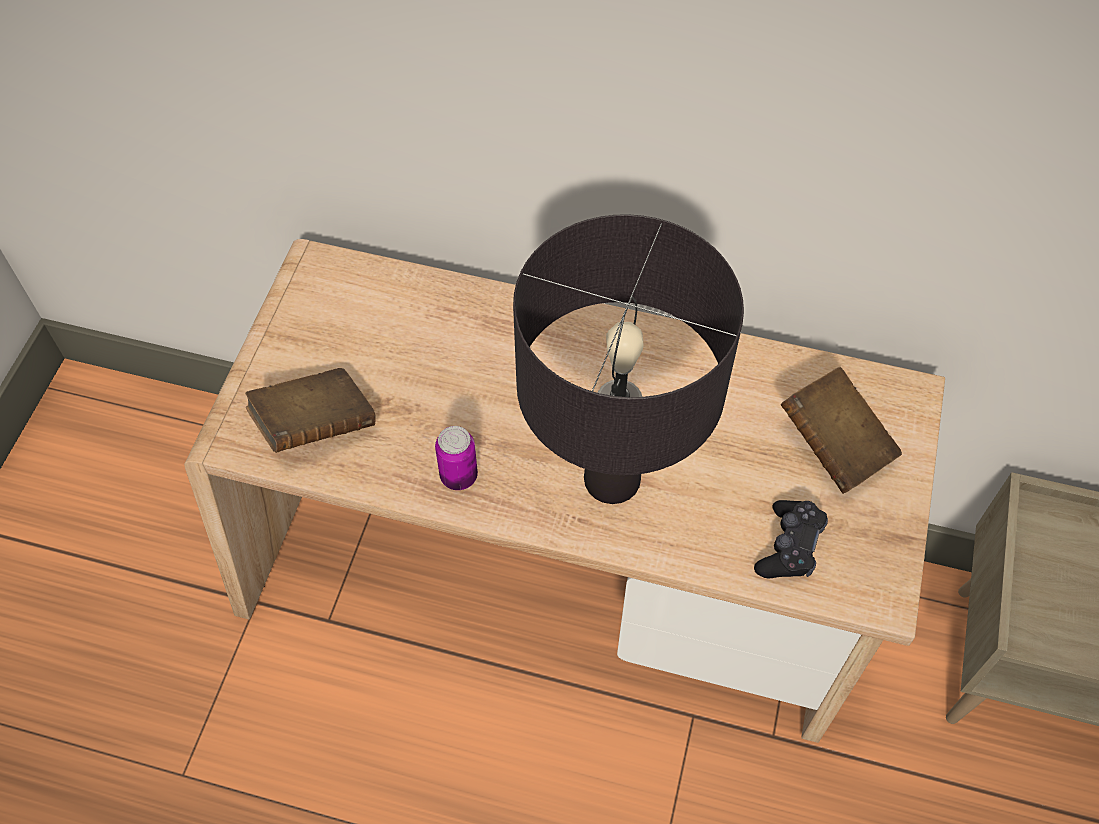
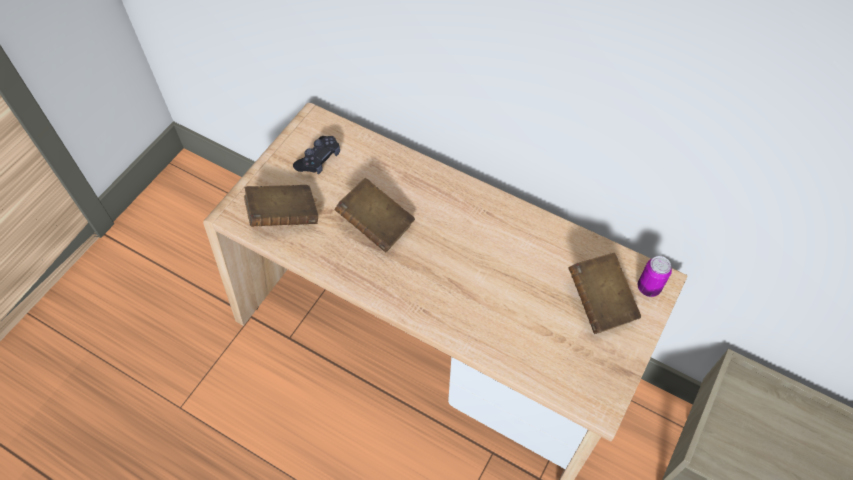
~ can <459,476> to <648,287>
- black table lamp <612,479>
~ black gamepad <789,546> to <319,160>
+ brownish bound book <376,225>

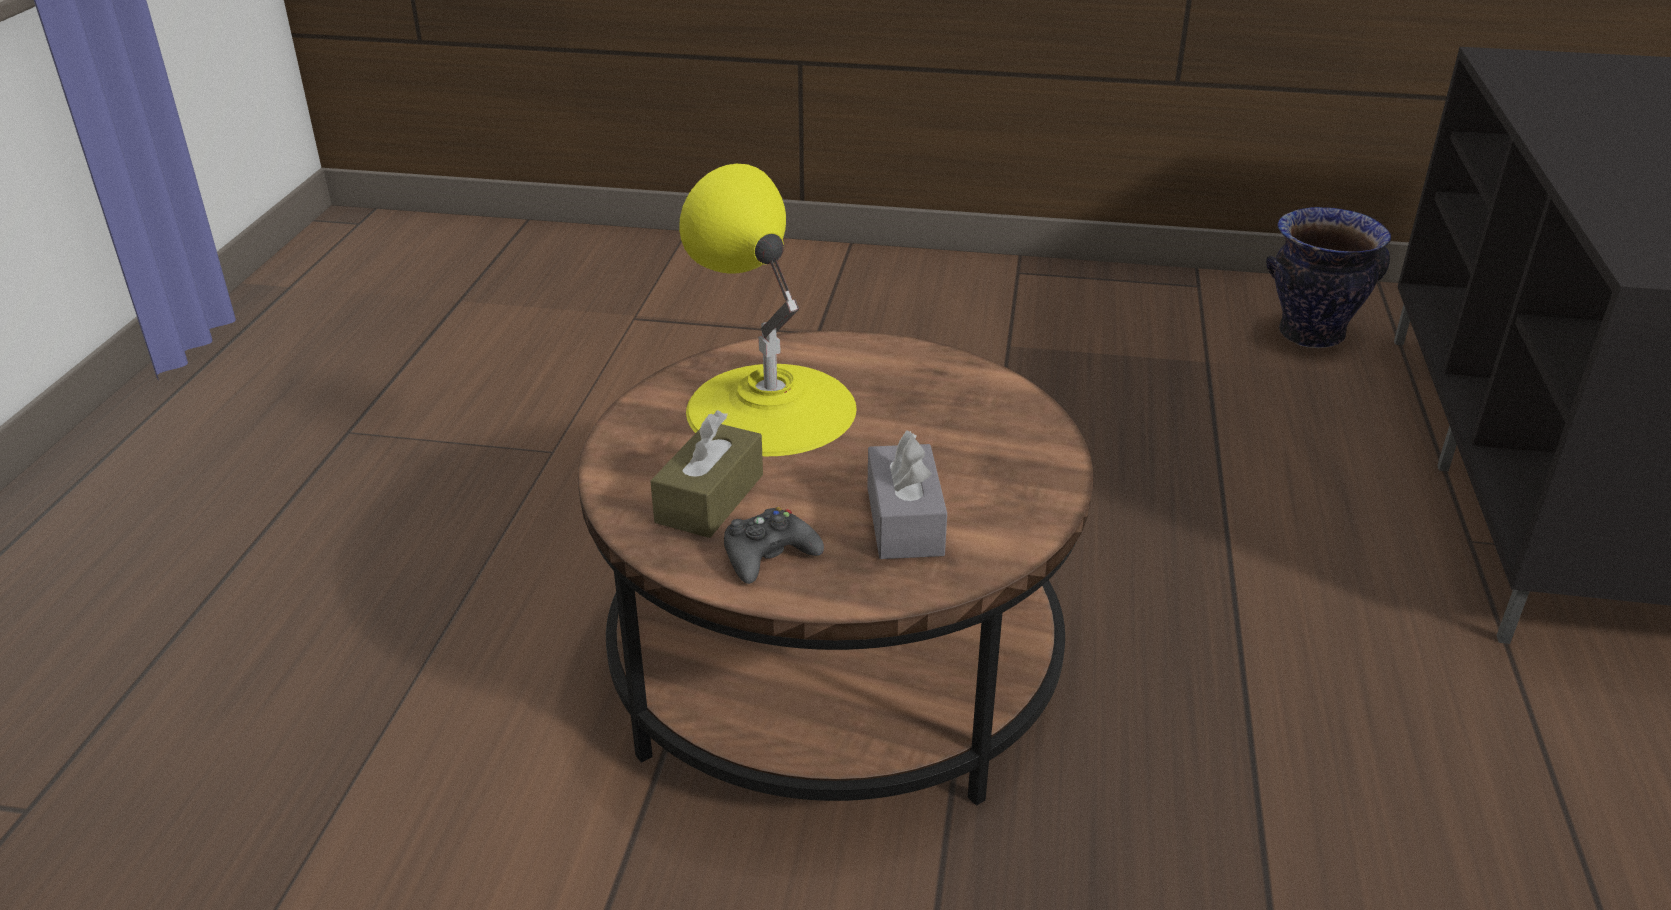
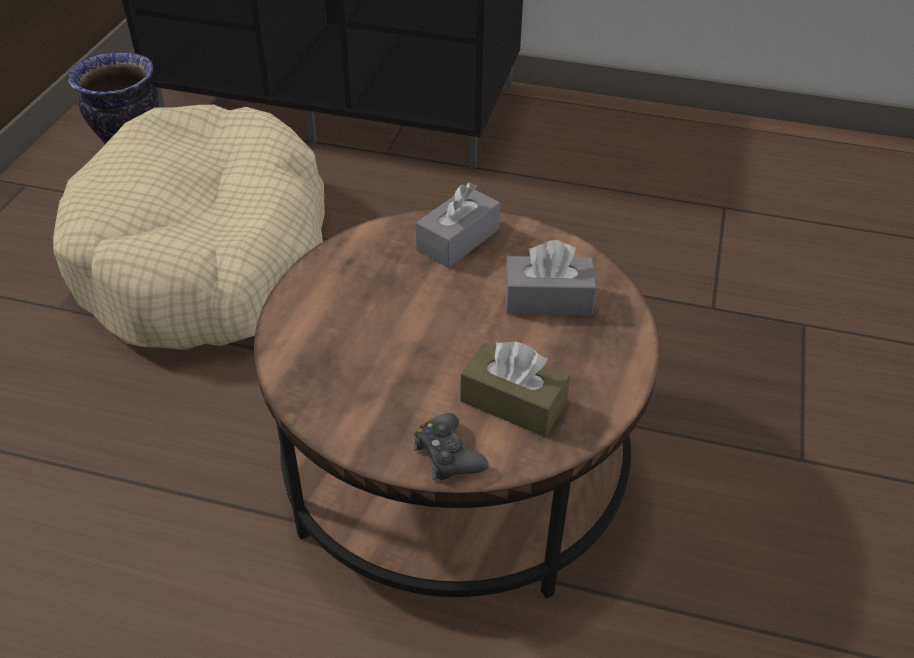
- yellow table lamp <770,408>
~ black gamepad <768,555> to <447,455>
+ beige dog bed <205,256>
+ grey box of tissues <458,240>

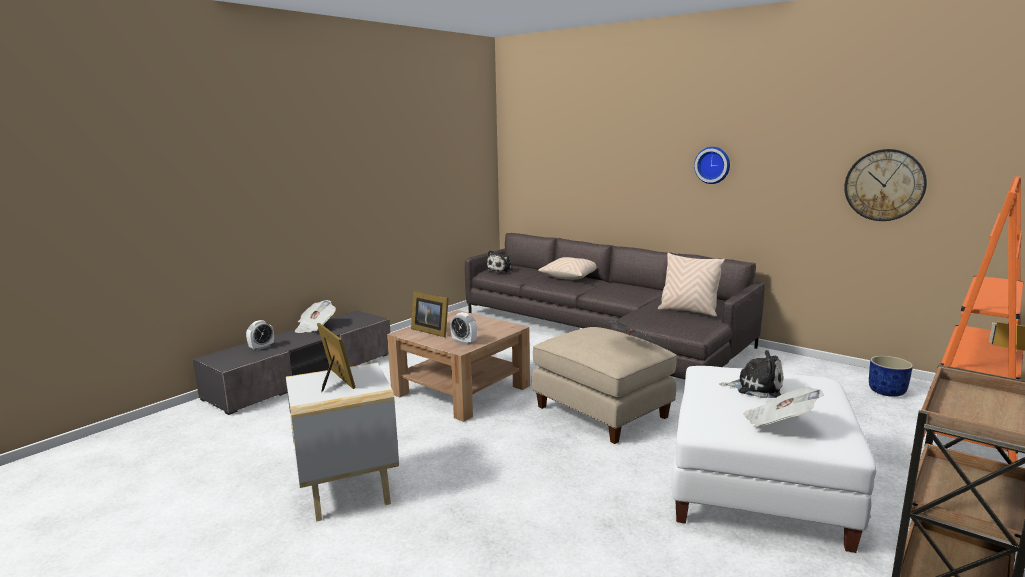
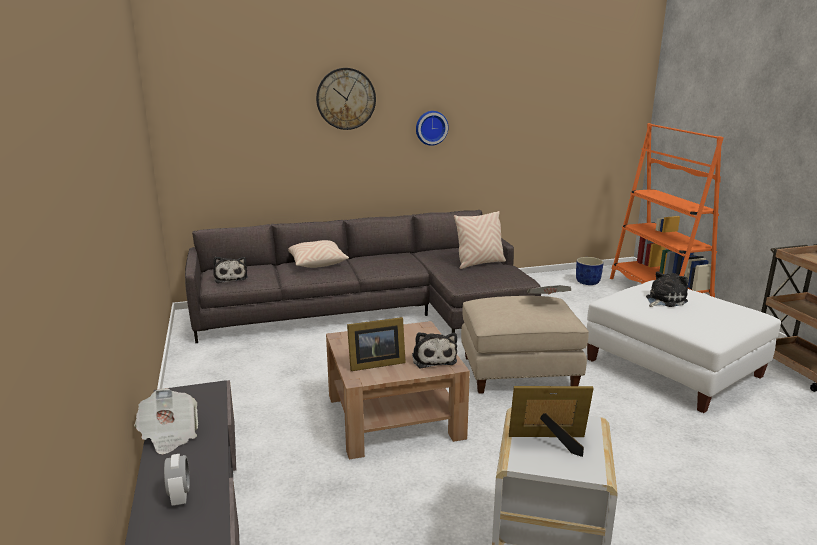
~ table clock <464,342> to soft toy <433,358>
- daily paper <779,423>
~ hanging clock <884,185> to <346,99>

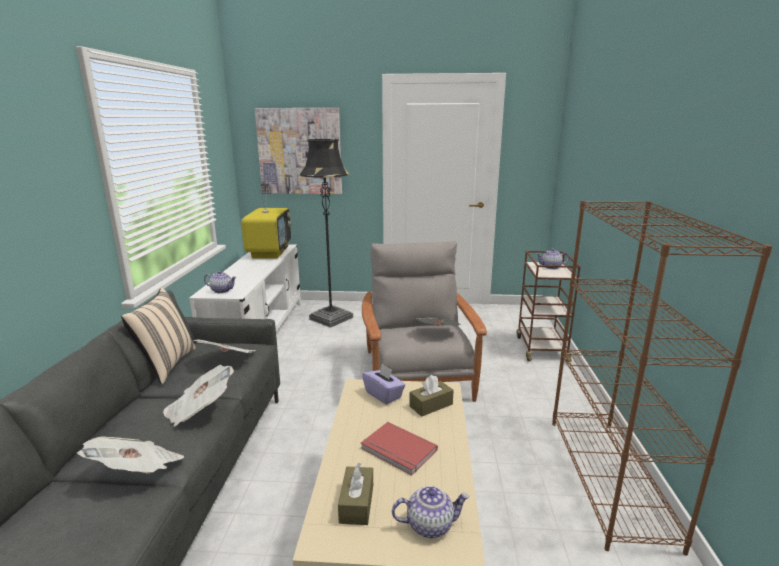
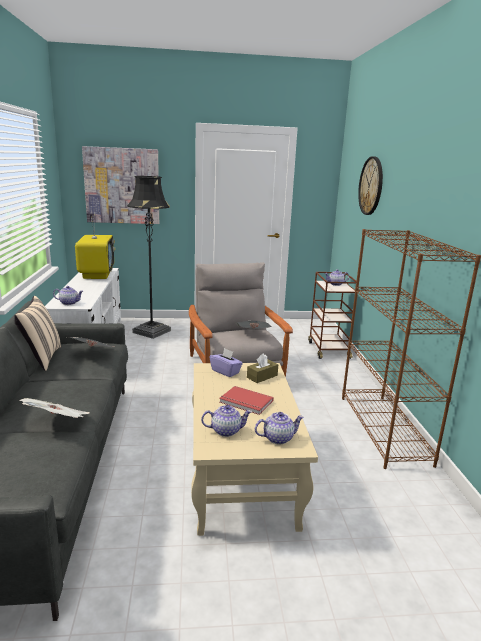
- daily paper <200,410>
~ brownish box of tissues <356,503> to pot for tea <226,430>
+ hanging clock <371,186>

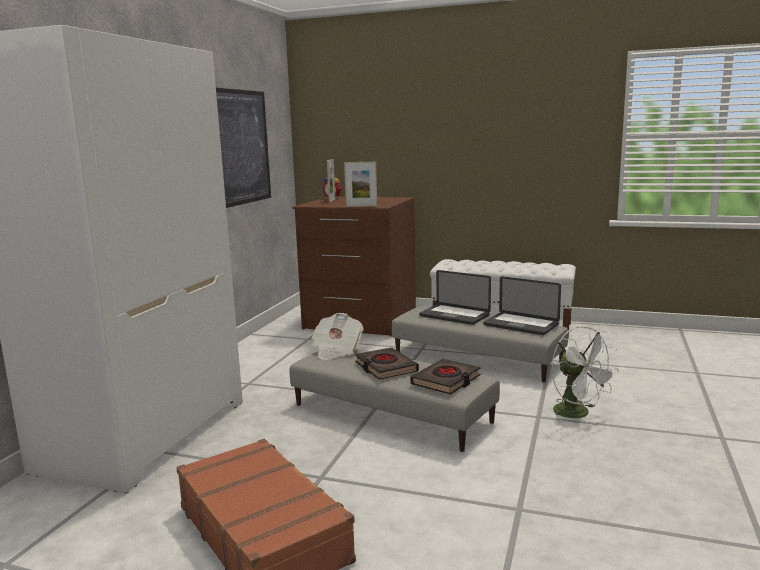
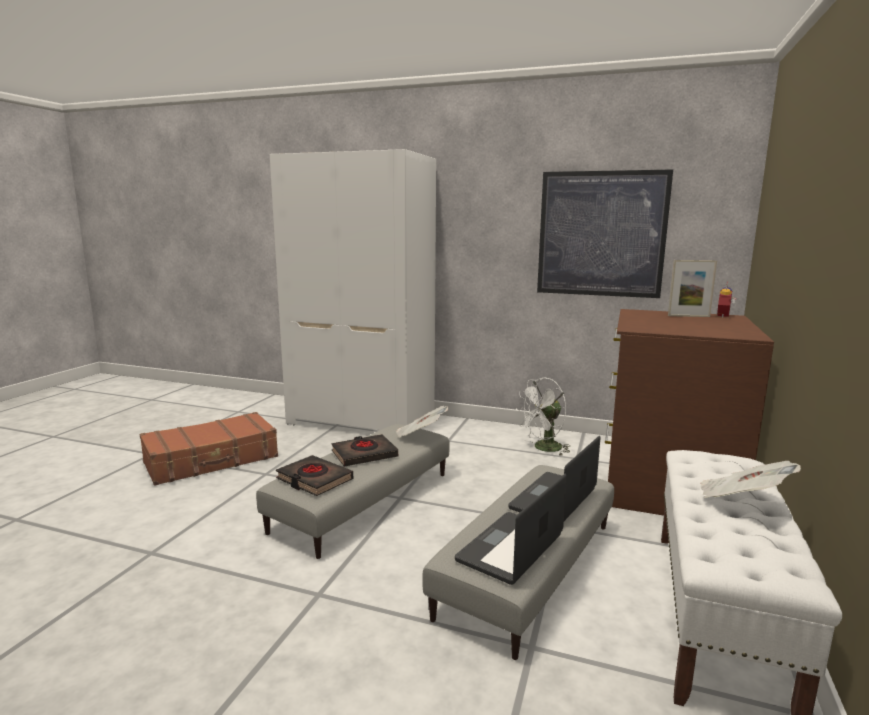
- photo frame <361,206>
~ white-coloured cooling fan <578,414> to <543,449>
+ daily paper <741,500>

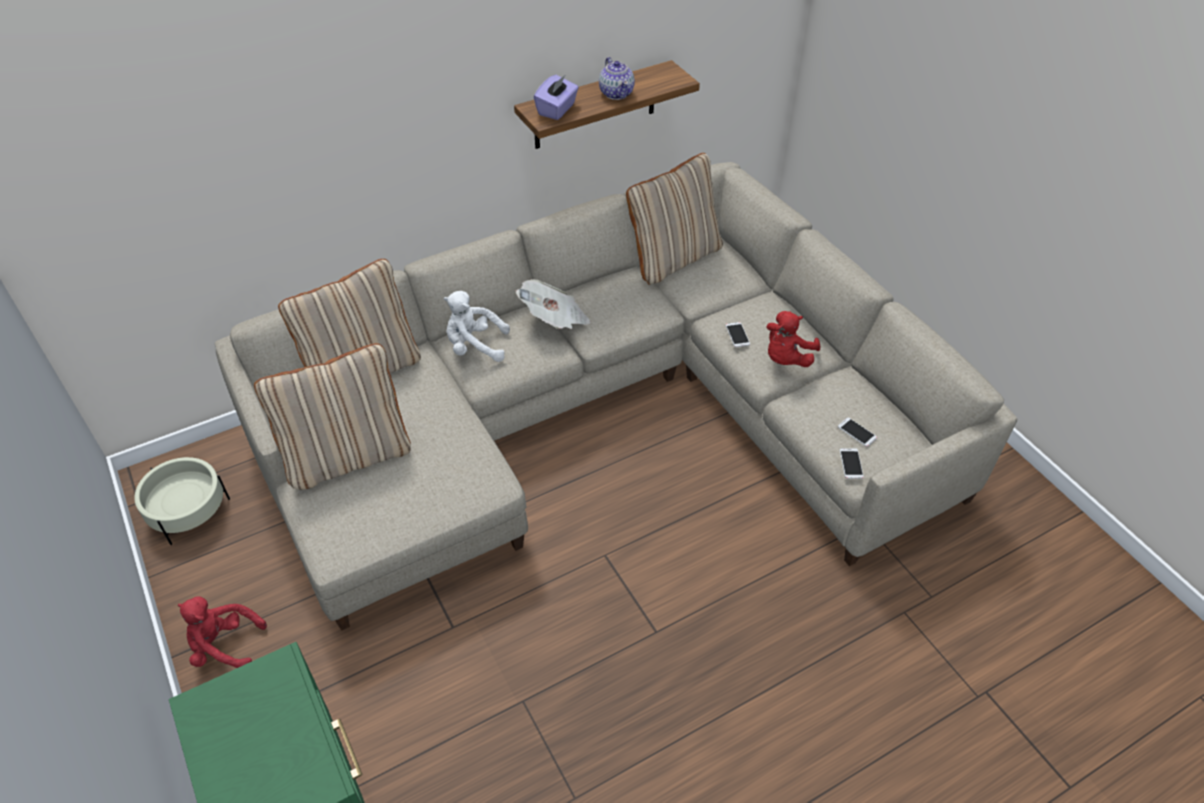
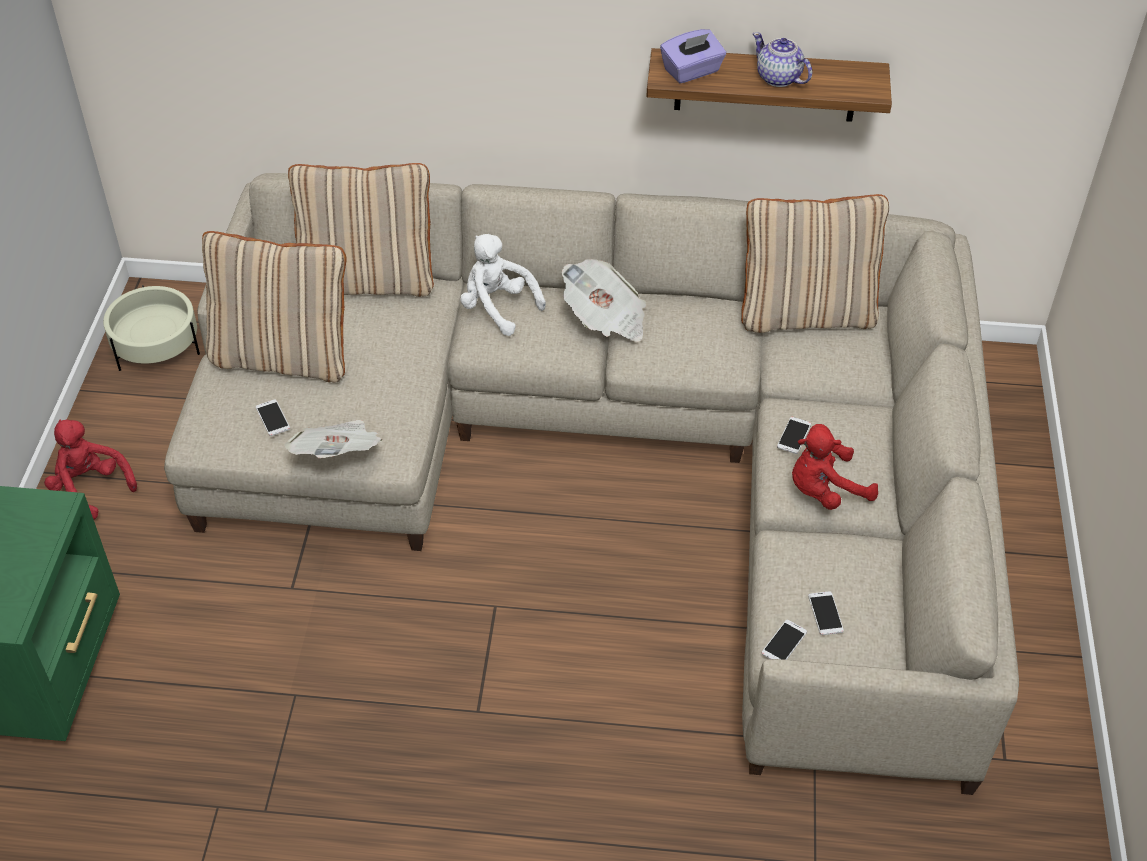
~ pot for tea <616,93> = <778,78> 120 degrees clockwise
+ handset <272,418>
+ daily paper <338,456>

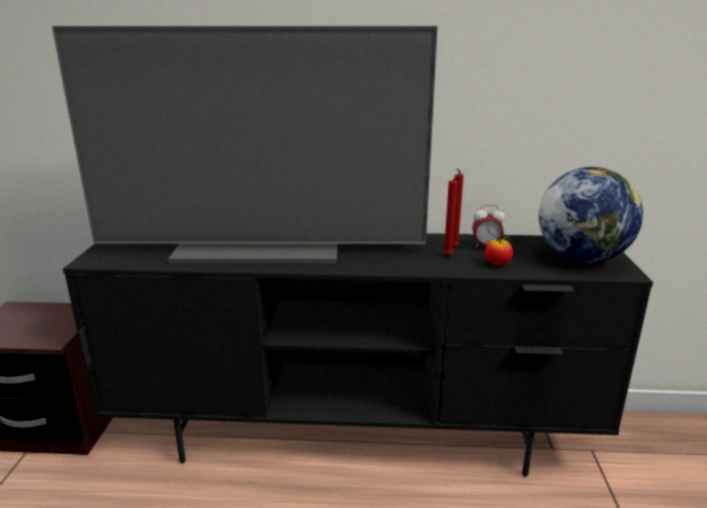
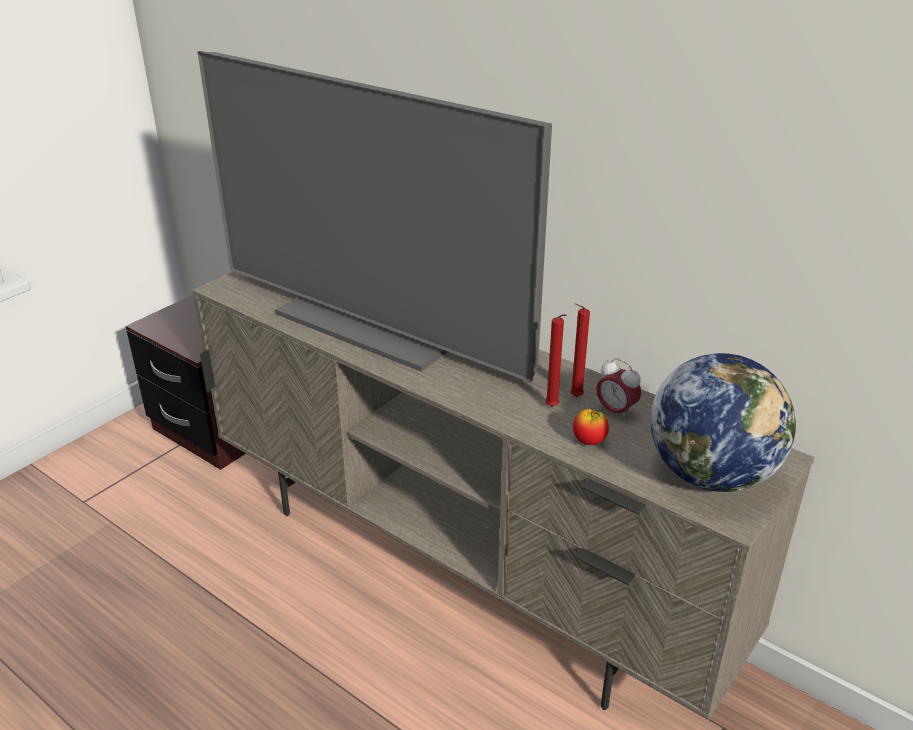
~ black tv stand <356,438> to beige tv stand <462,571>

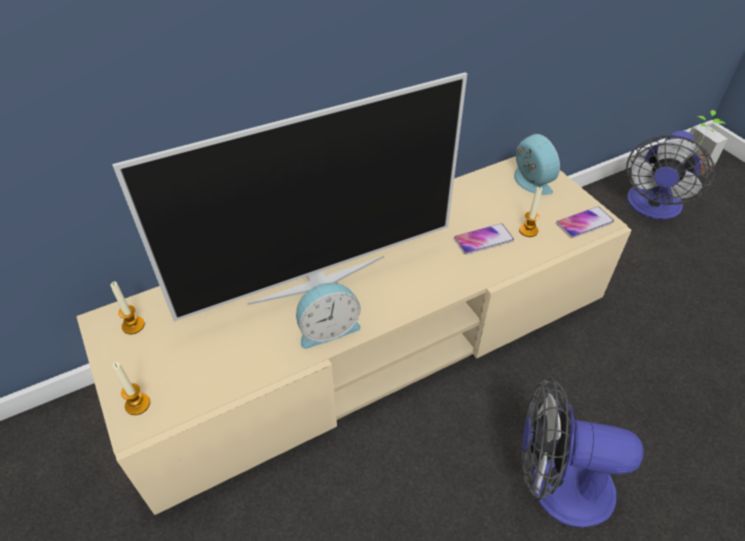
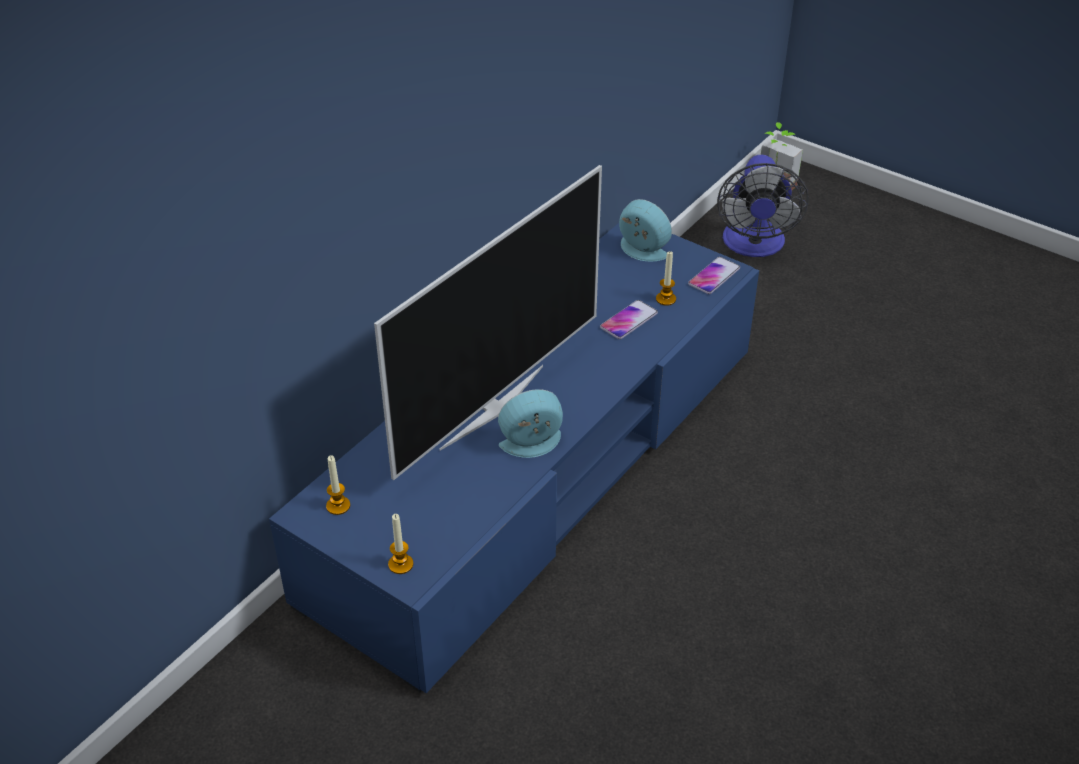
~ beige tv stand <372,340> to bluish tv stand <539,470>
~ table clock <327,328> = <532,445> 150 degrees counterclockwise
- cooling fan <556,485>

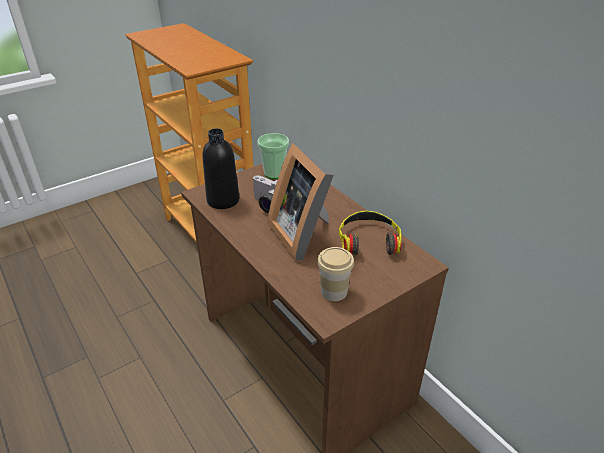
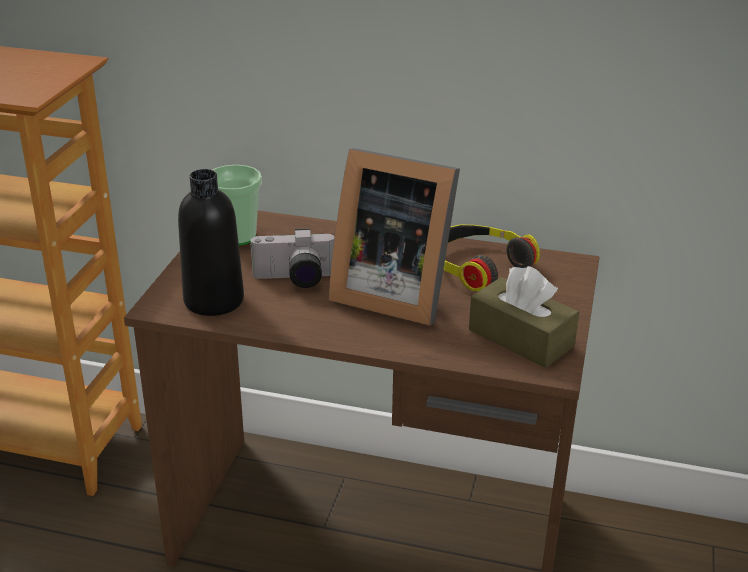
~ small cup <334,291> to brownish box of tissues <520,338>

